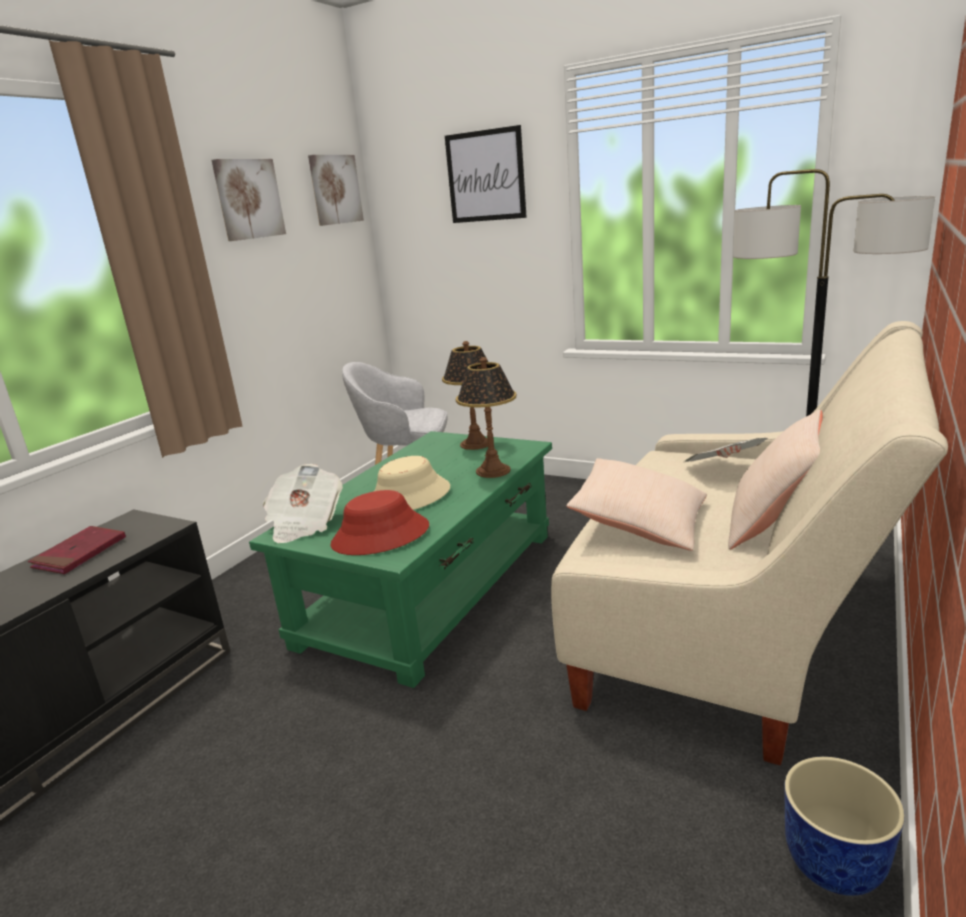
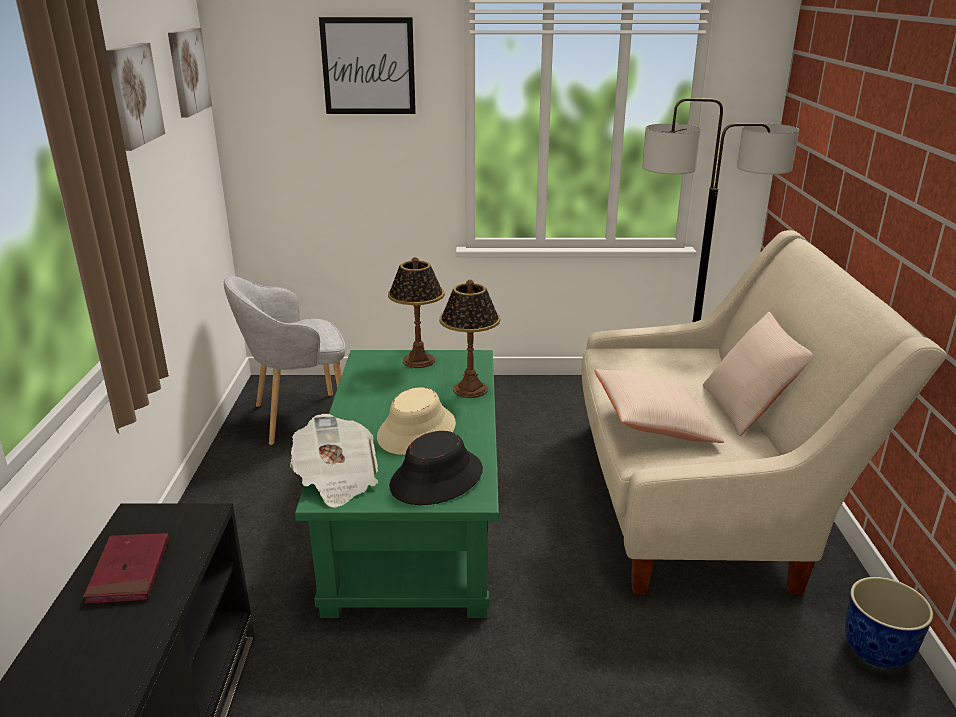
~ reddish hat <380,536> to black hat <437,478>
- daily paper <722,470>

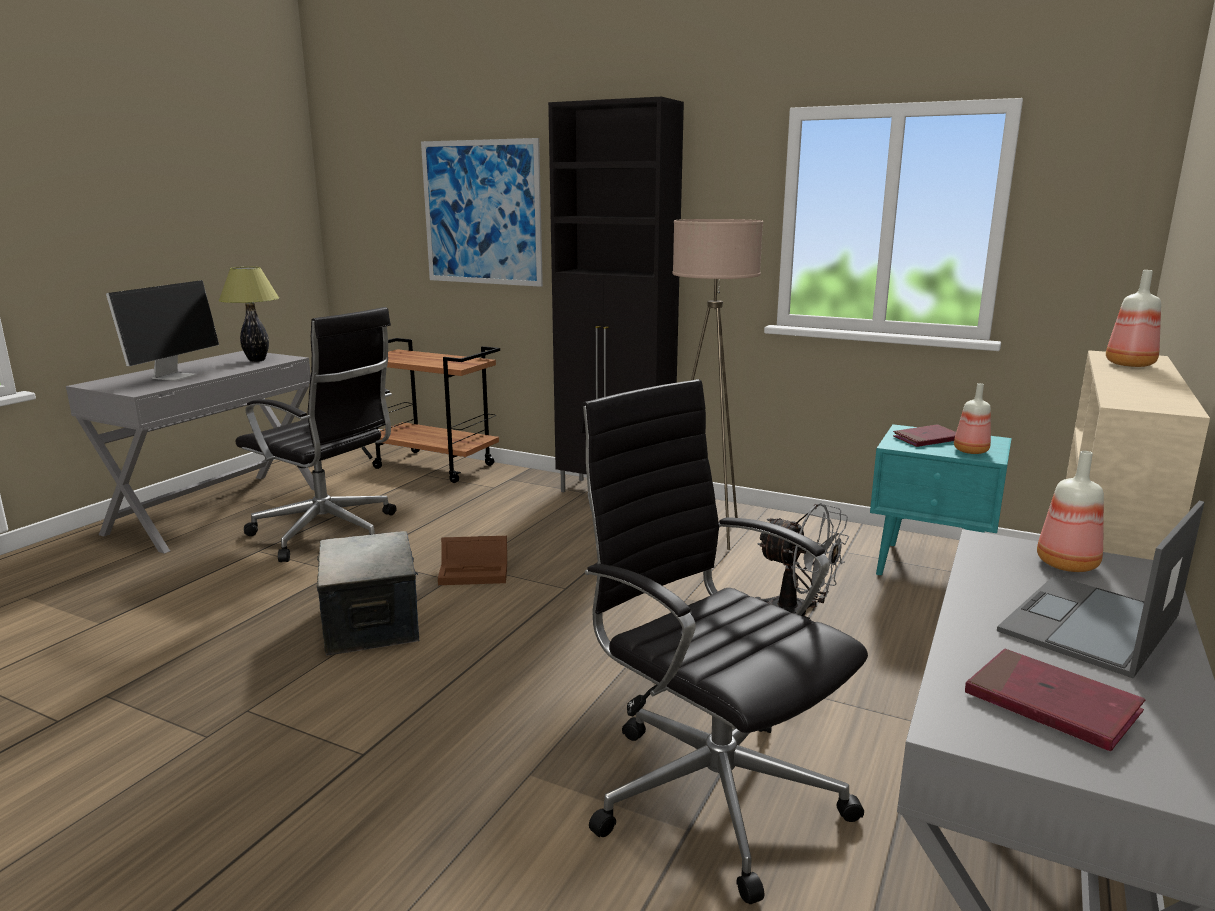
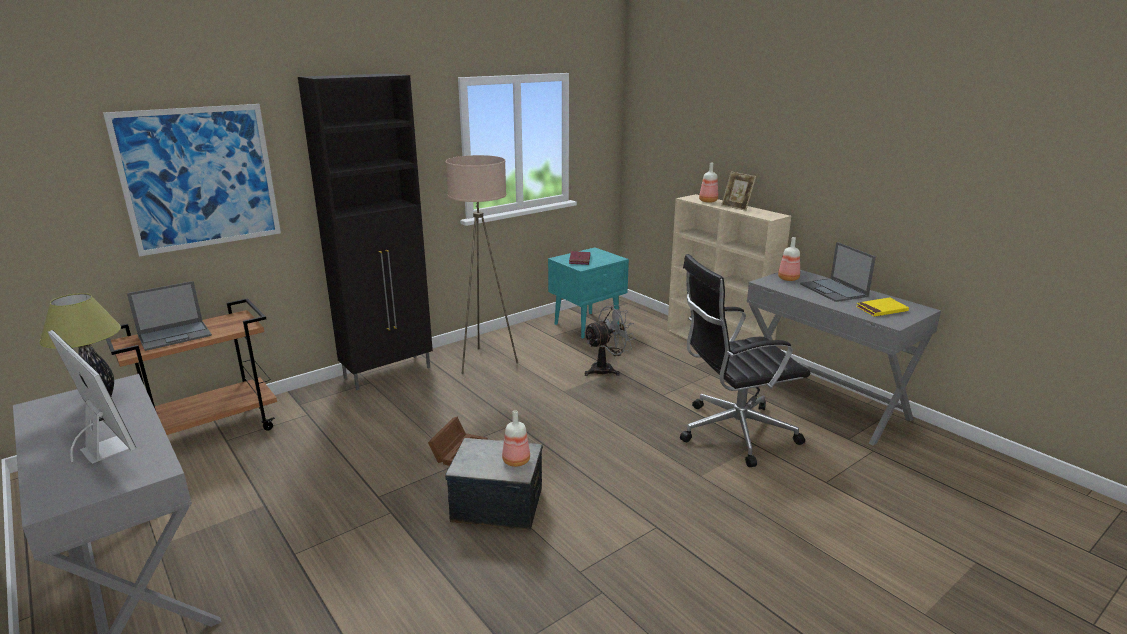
- black computer chair <329,533>
~ drink bottle <969,451> to <515,461>
~ reddish bound book <1051,704> to yellow bound book <881,309>
+ notebook computer <175,335>
+ photo frame <736,207>

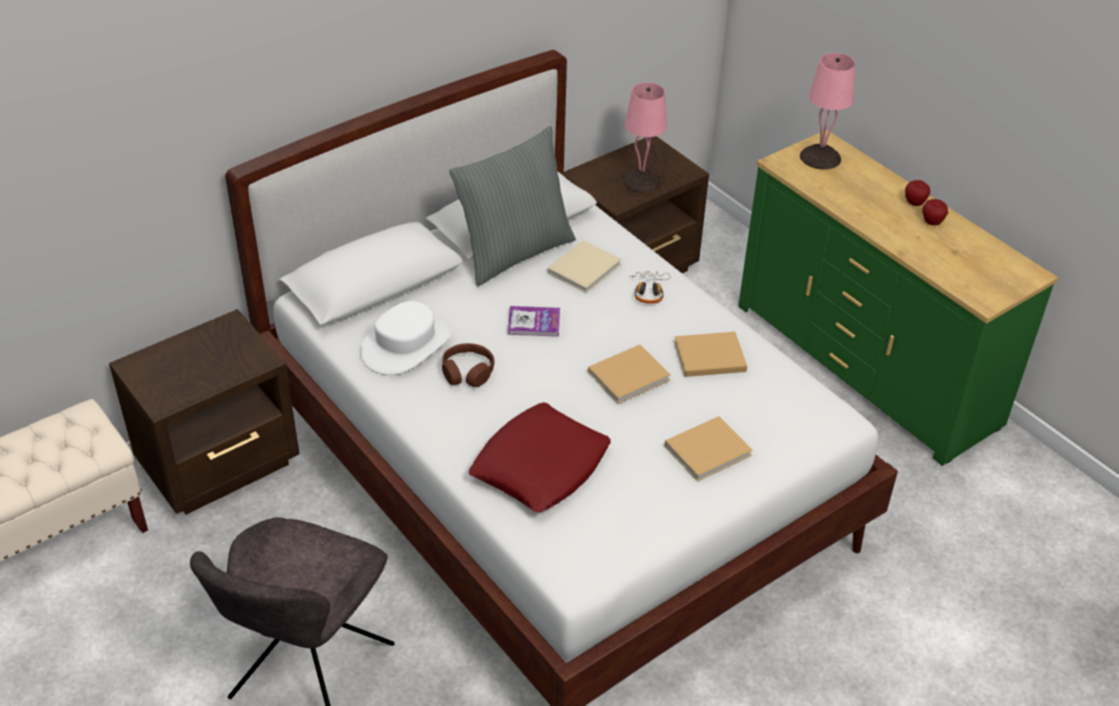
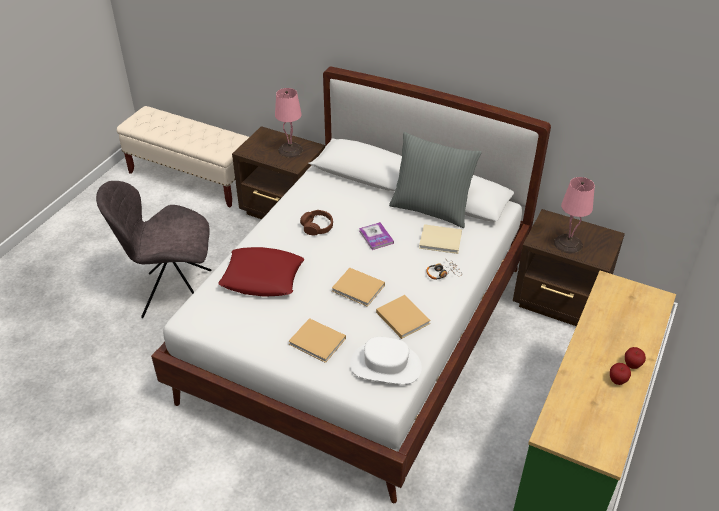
~ white-coloured hat <405,345> to <385,365>
~ pink table lamp <819,157> to <290,149>

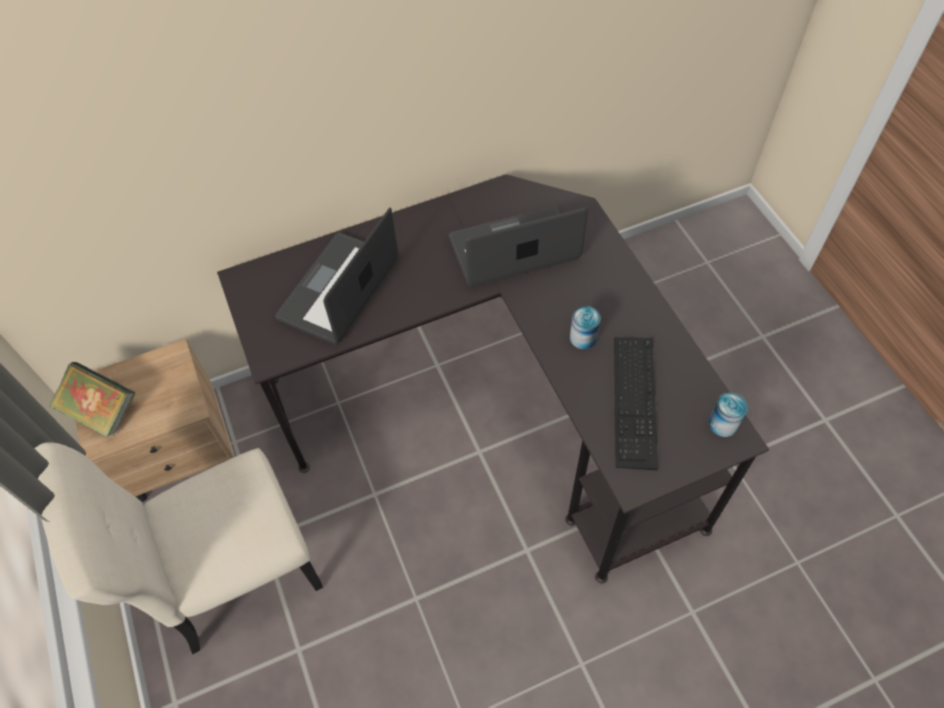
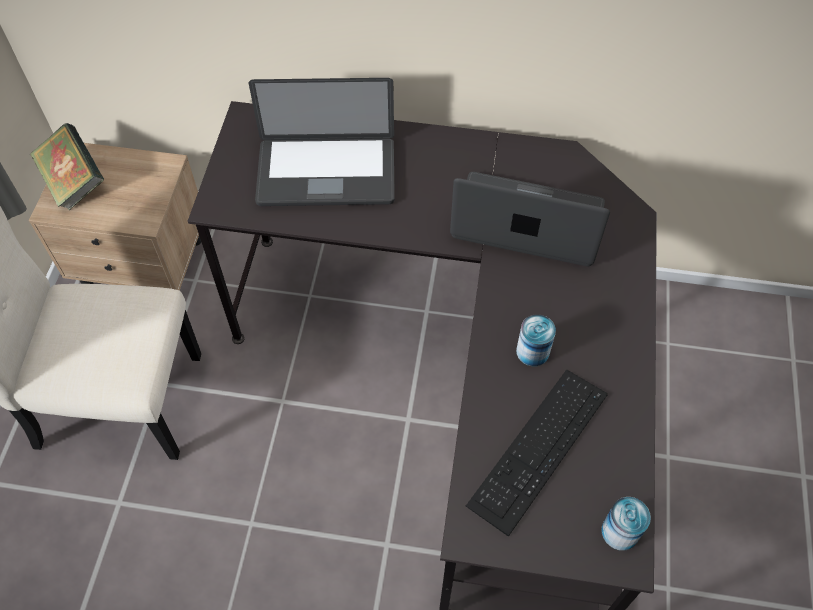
~ notebook computer <339,289> = <326,173> 150 degrees counterclockwise

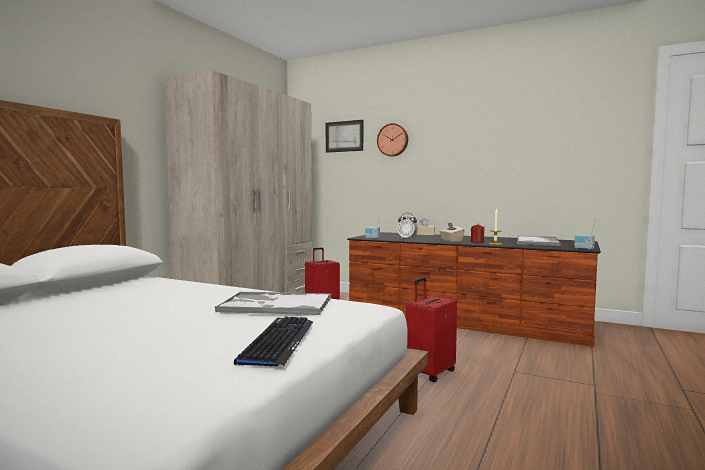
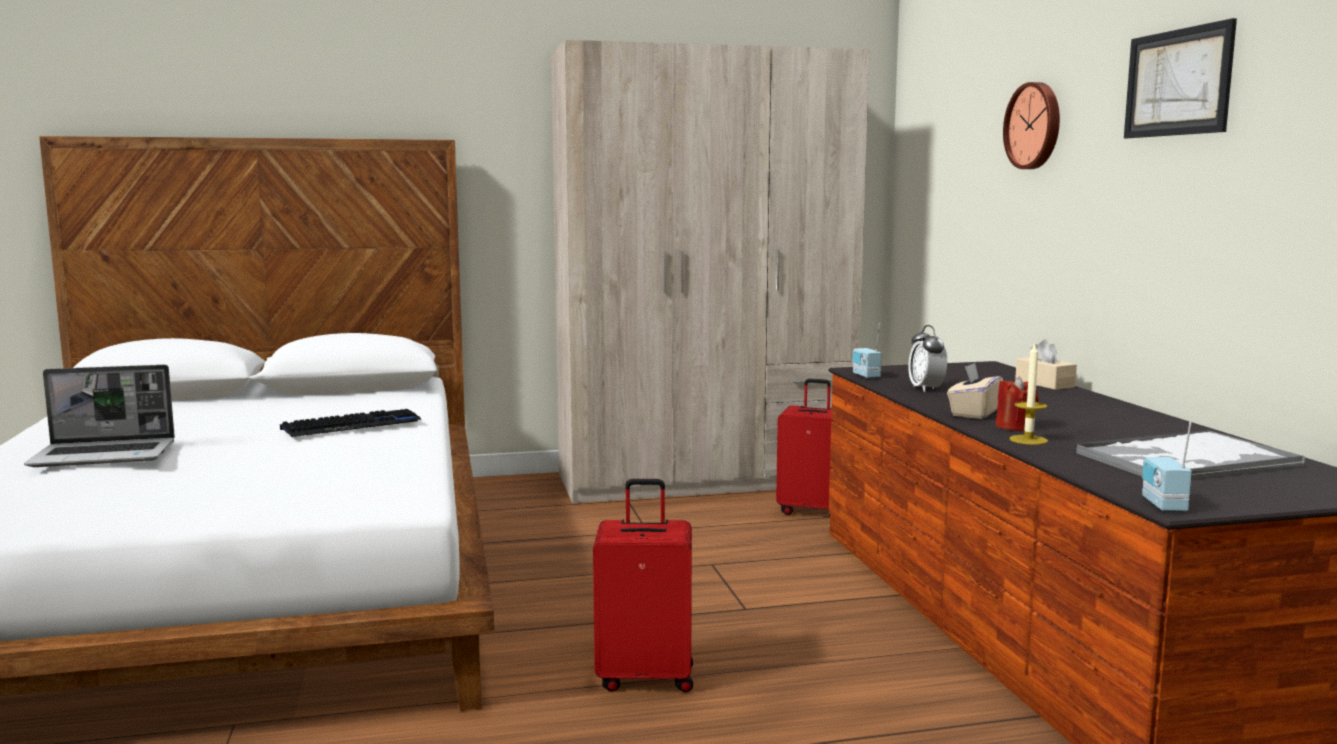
- serving tray <275,305>
~ computer keyboard <278,342> to <352,425>
~ wall picture <344,136> to <1178,82>
+ notebook computer <106,455>

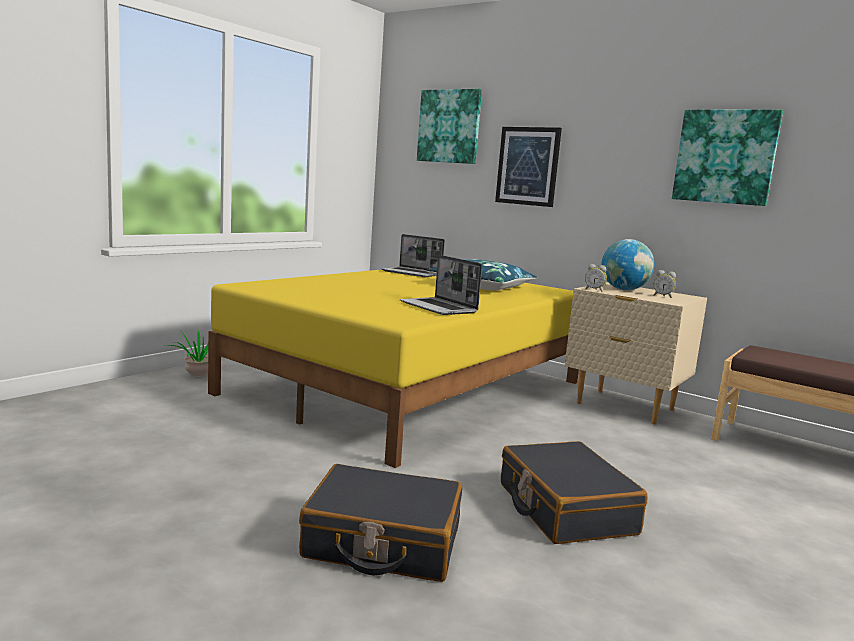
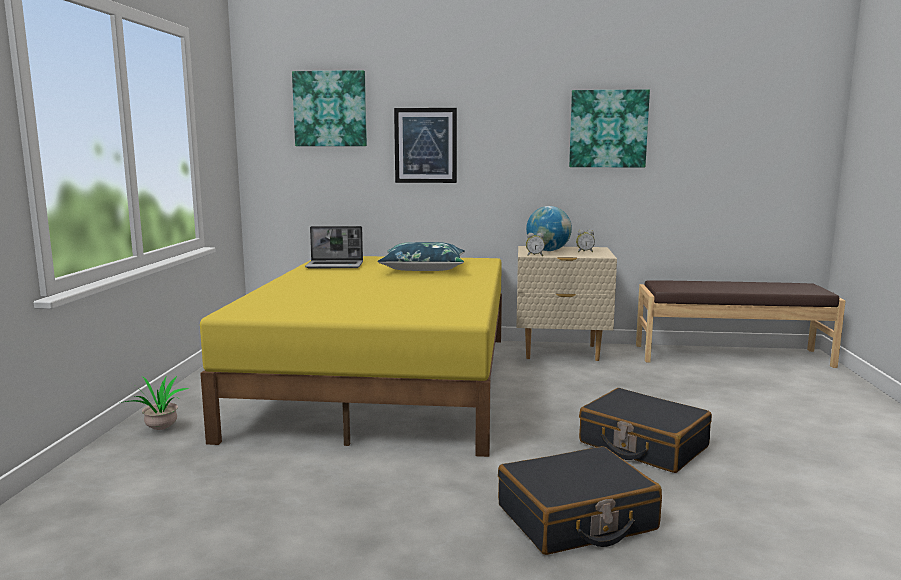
- notebook computer <439,308>

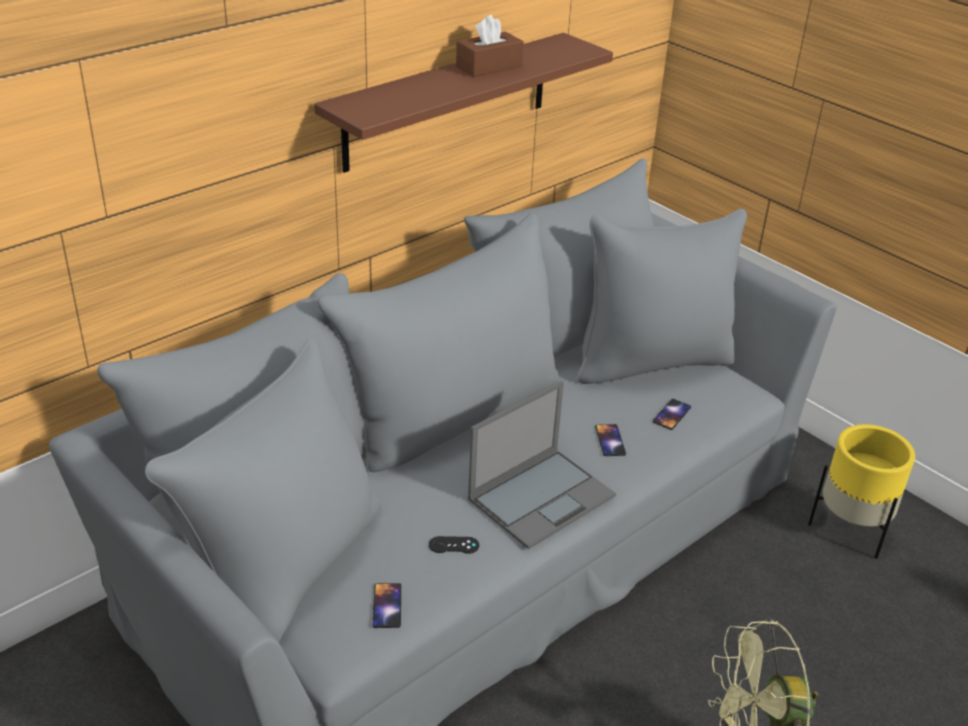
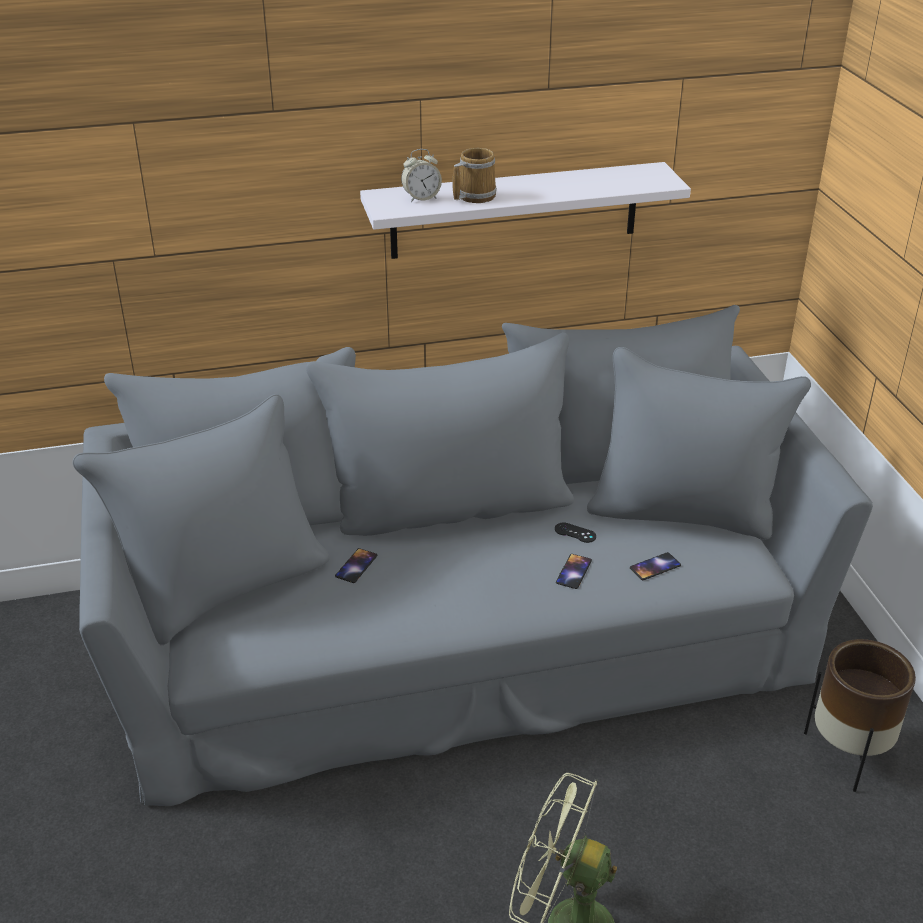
~ brownish bracket shelf <448,101> to white-coloured bracket shelf <515,210>
~ handset <387,606> to <356,566>
~ black gamepad <454,545> to <575,533>
- brownish box of tissues <489,66>
- notebook computer <542,496>
~ yellow flower pot <851,530> to brownish flower pot <848,754>
+ table clock <421,198>
+ coffee mug <473,196>

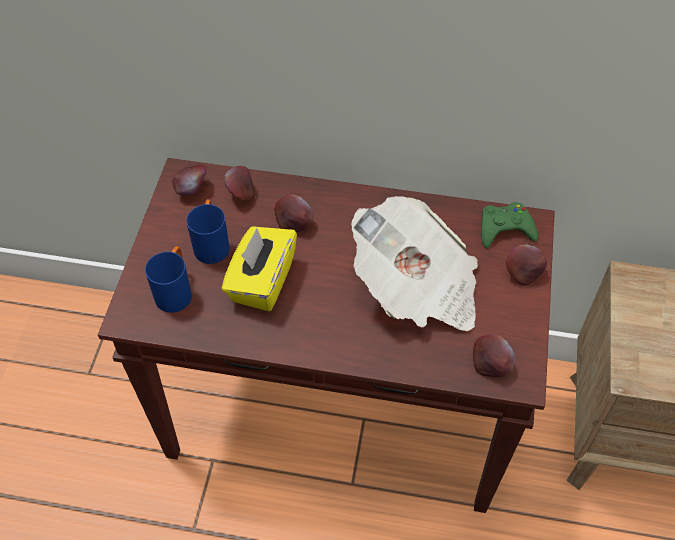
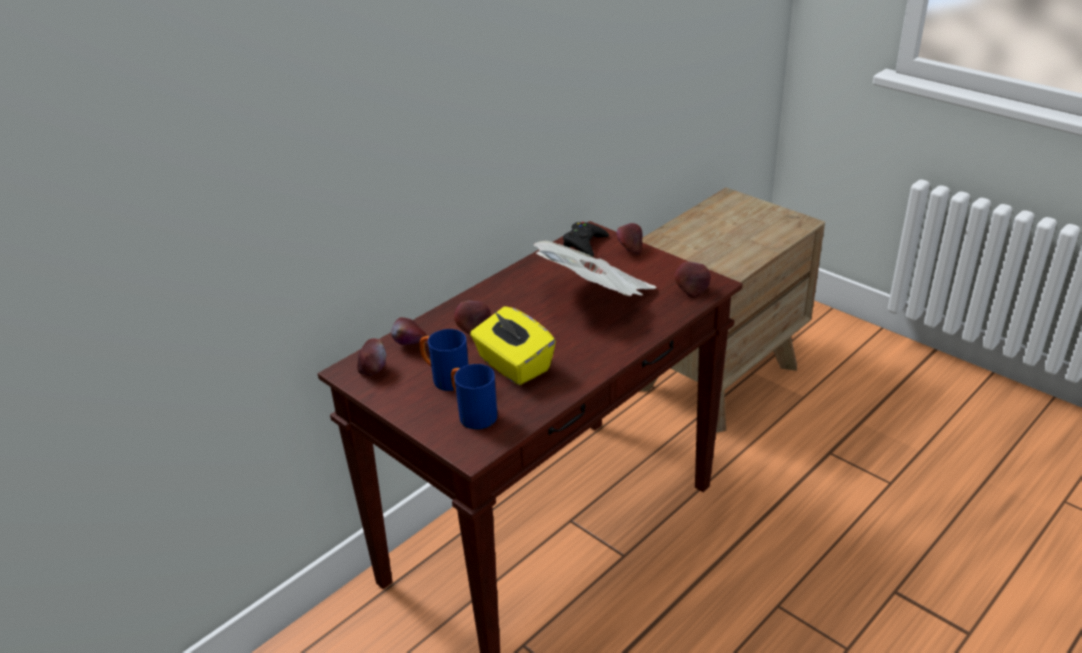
~ green-coloured gamepad <505,229> to black gamepad <584,243>

